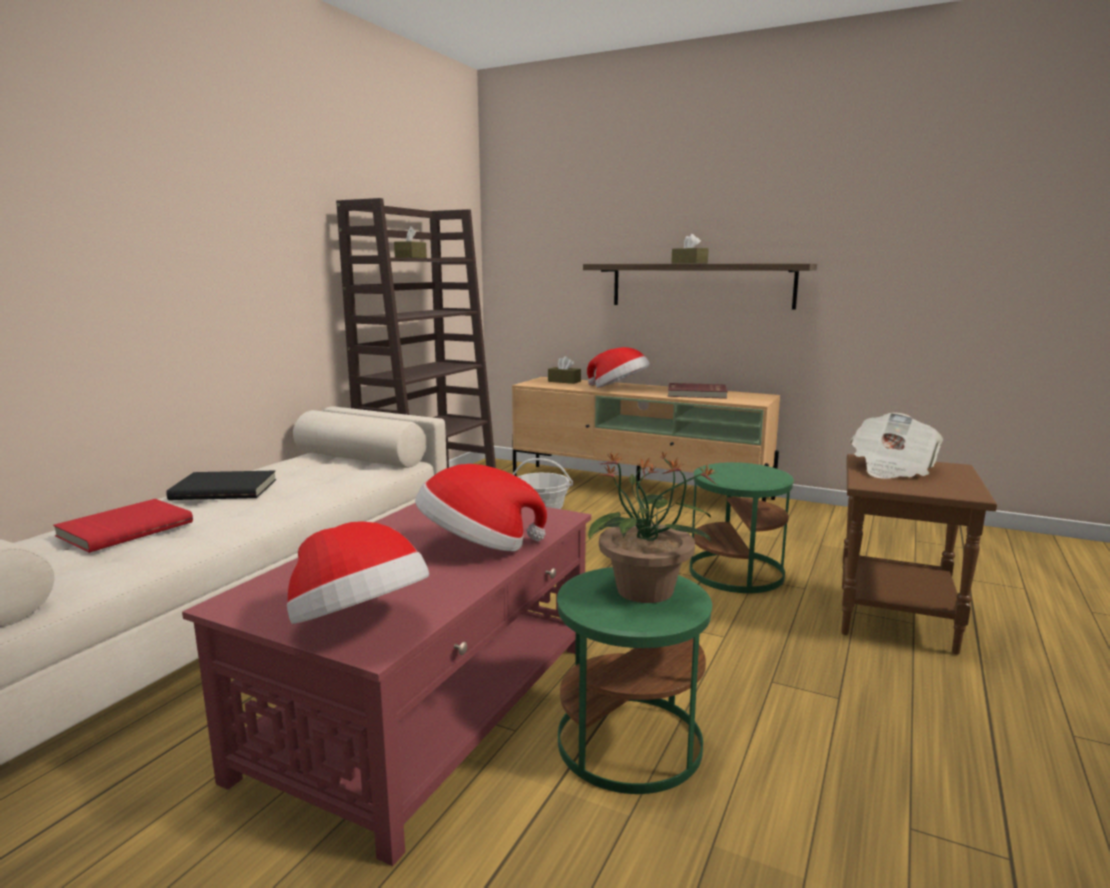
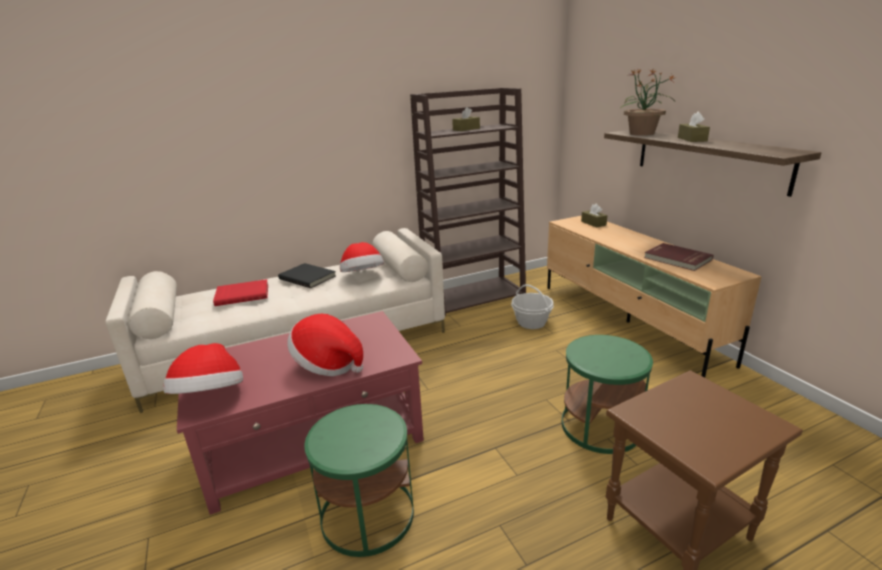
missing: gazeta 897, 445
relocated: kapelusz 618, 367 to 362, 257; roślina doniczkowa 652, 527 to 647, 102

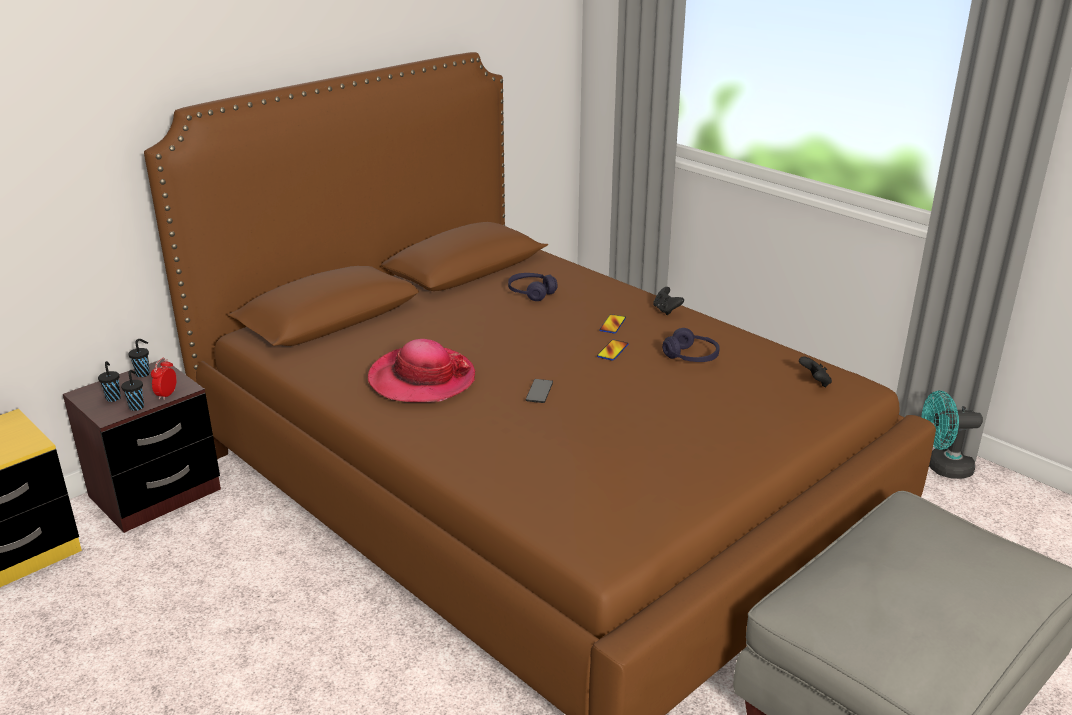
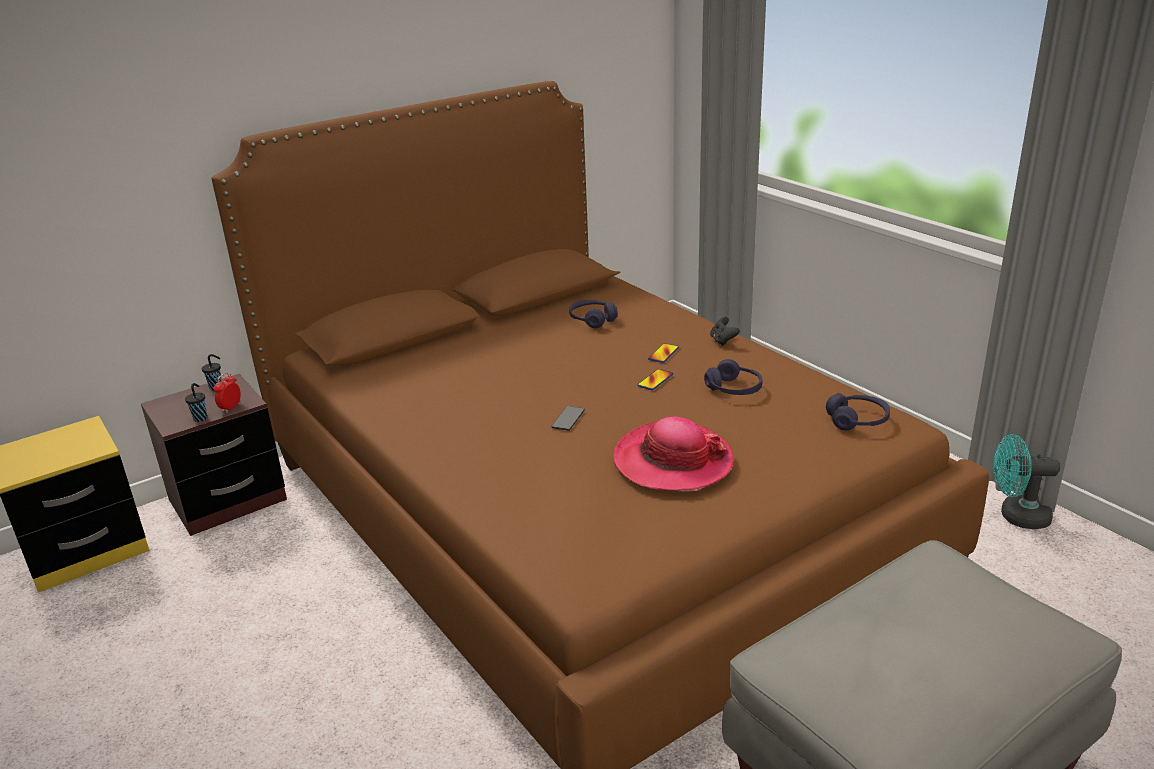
missing: filiżanka/czarny 109, 381
relocated: kapelusz 421, 370 to 673, 454
exchanged: pad do gier/czarny 815, 371 to słuchawki/fioletowy 858, 411

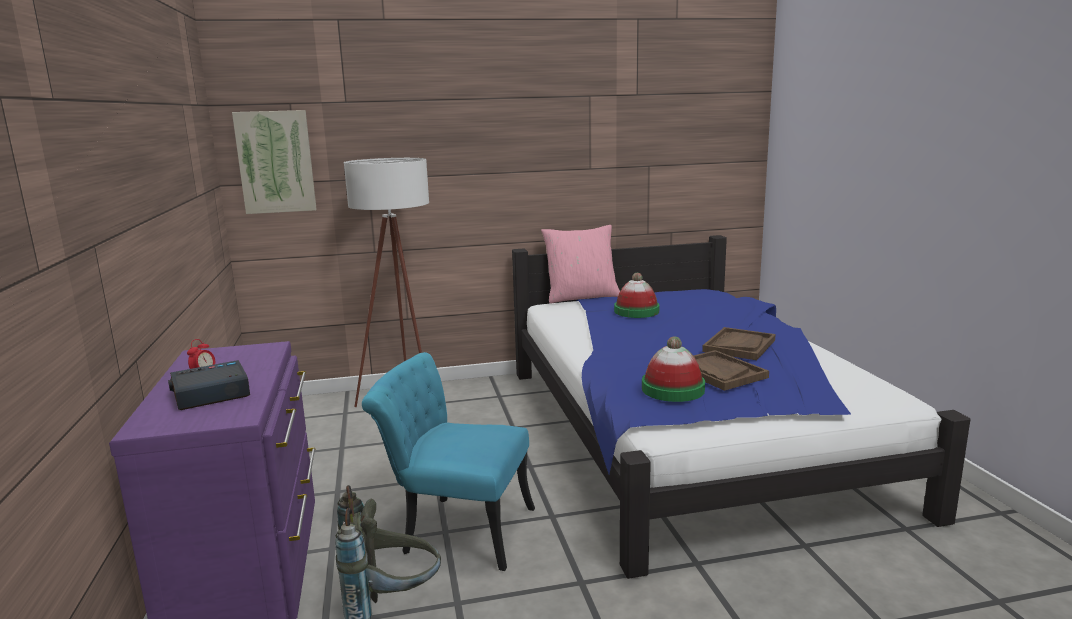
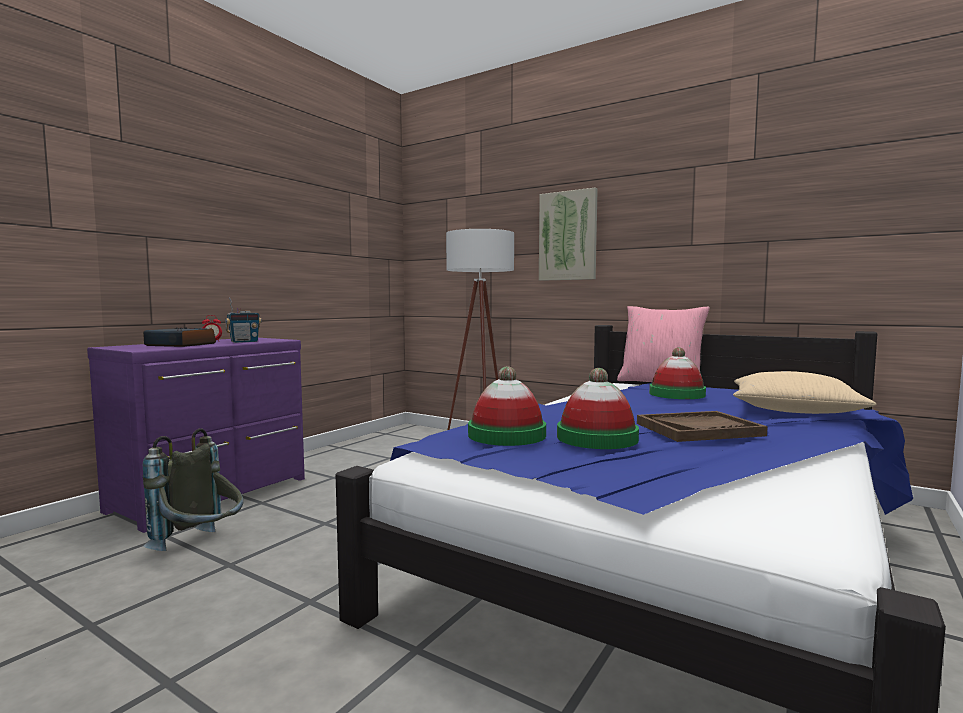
missing: krzesło/turkusowy 448, 461
appeared: radio 243, 320; poduszka/beżowy 805, 392
relocated: obraz 274, 162 to 568, 234
exchanged: taca/brązowy 731, 370 to kapelusz 598, 408

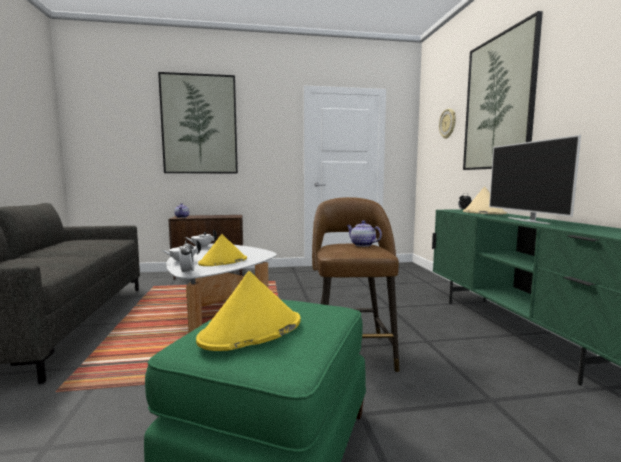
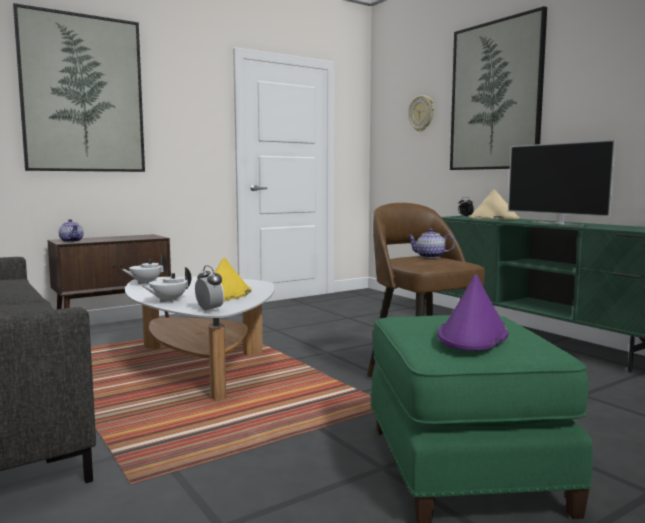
colour: kapelusz/żółty 248, 311 to kapelusz/fioletowy 473, 312

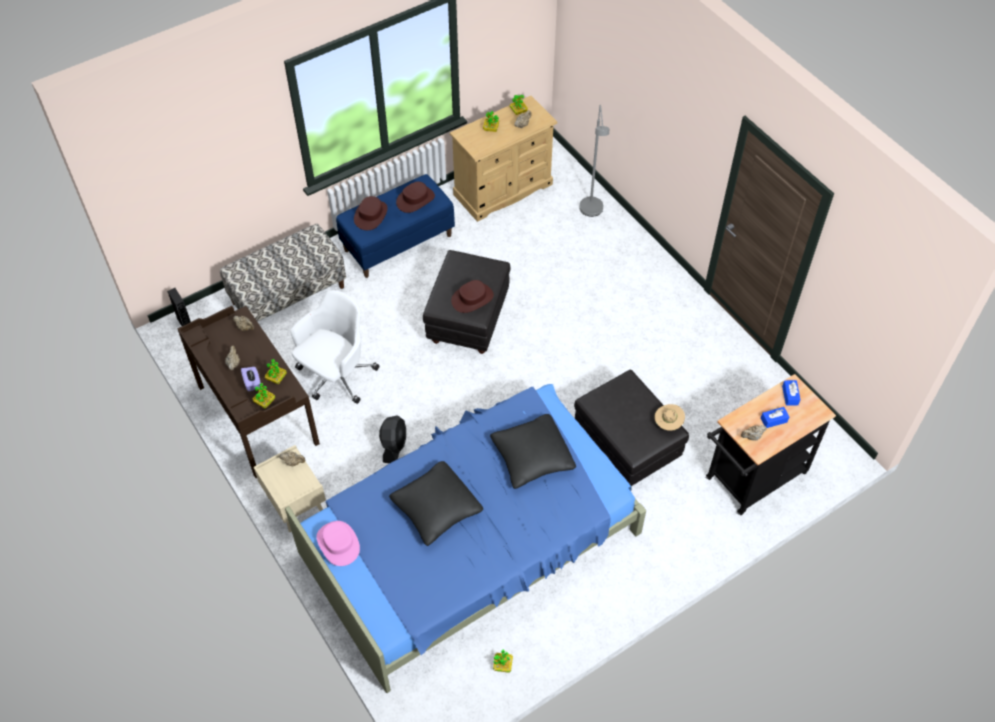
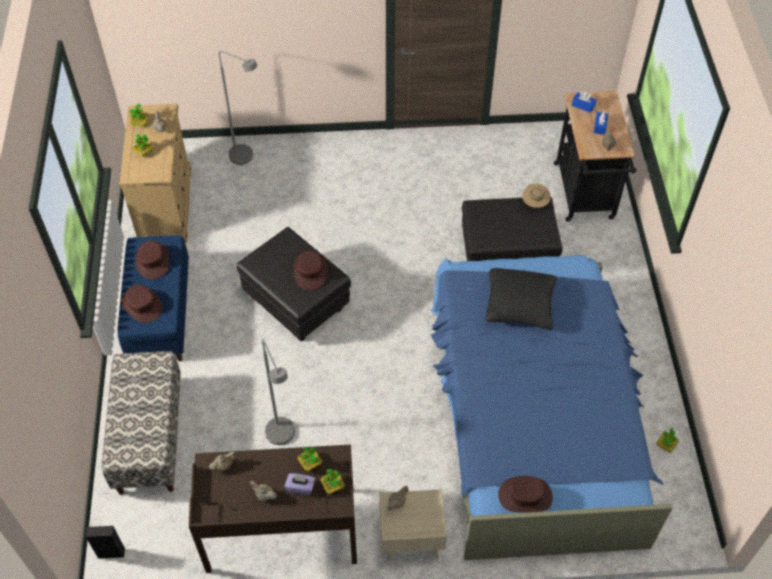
missing: wentylator/czarny 392, 439; poduszka/czarny 436, 503
exchanged: krzesło biurowe/biały 335, 347 to lampa stojąca/szary 278, 392
colour: kapelusz/różowy 338, 543 to kapelusz/brązowy 525, 494

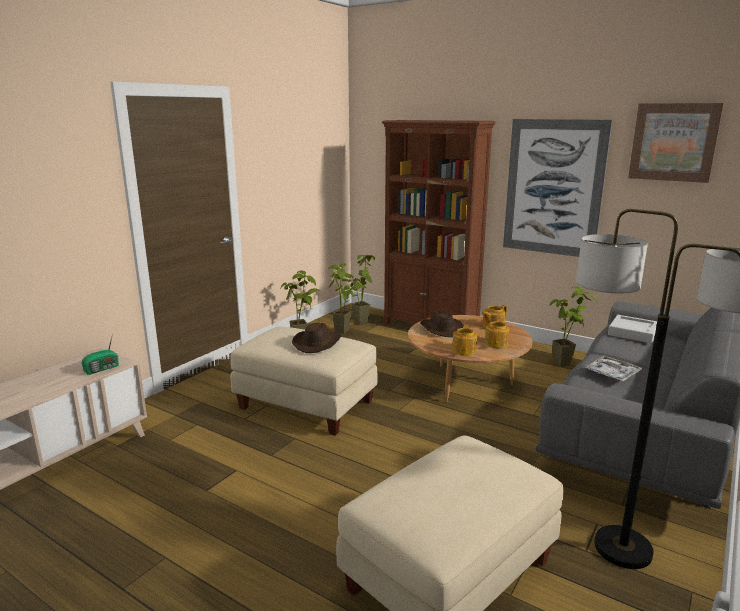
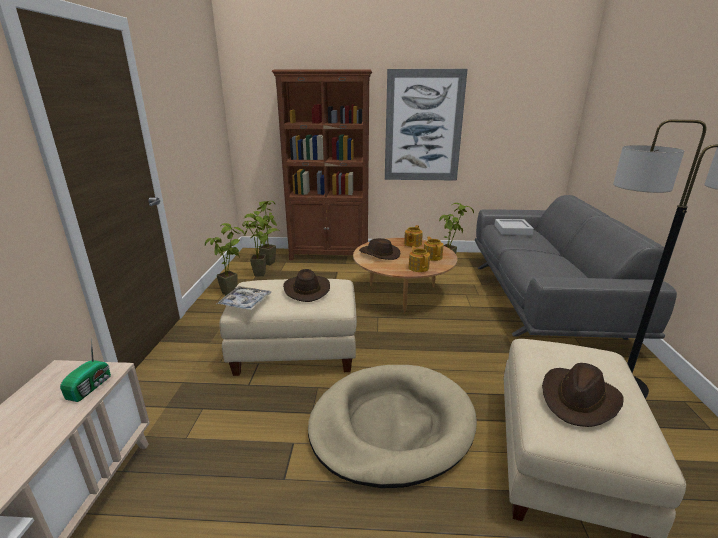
missing: obraz 676, 143
appeared: legowisko/beżowy 392, 426; kapelusz/brązowy 583, 395
relocated: taca 612, 368 to 244, 298

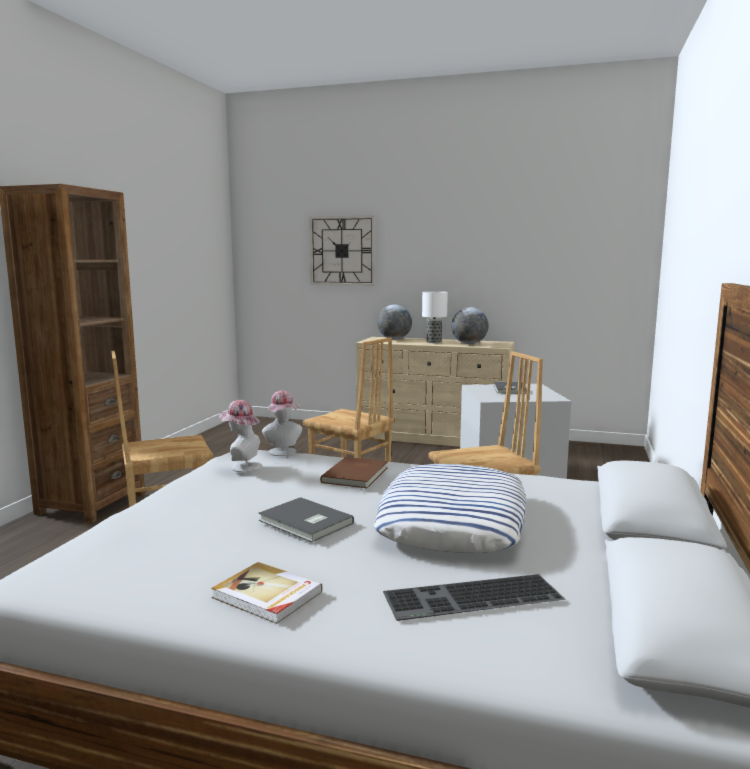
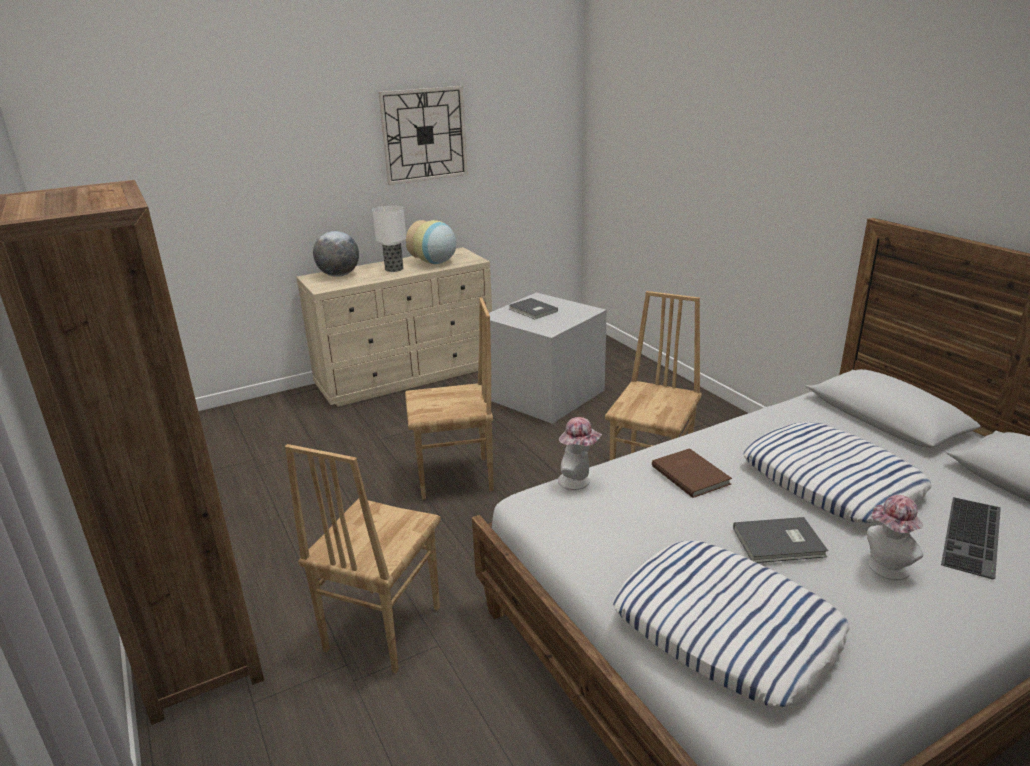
missing: książka 267, 593
appeared: poduszka 731, 623
relocated: zegar ścienny 342, 250 to 423, 135; kapelusz 240, 436 to 895, 537
exchanged: globus 470, 325 to wazon 431, 242

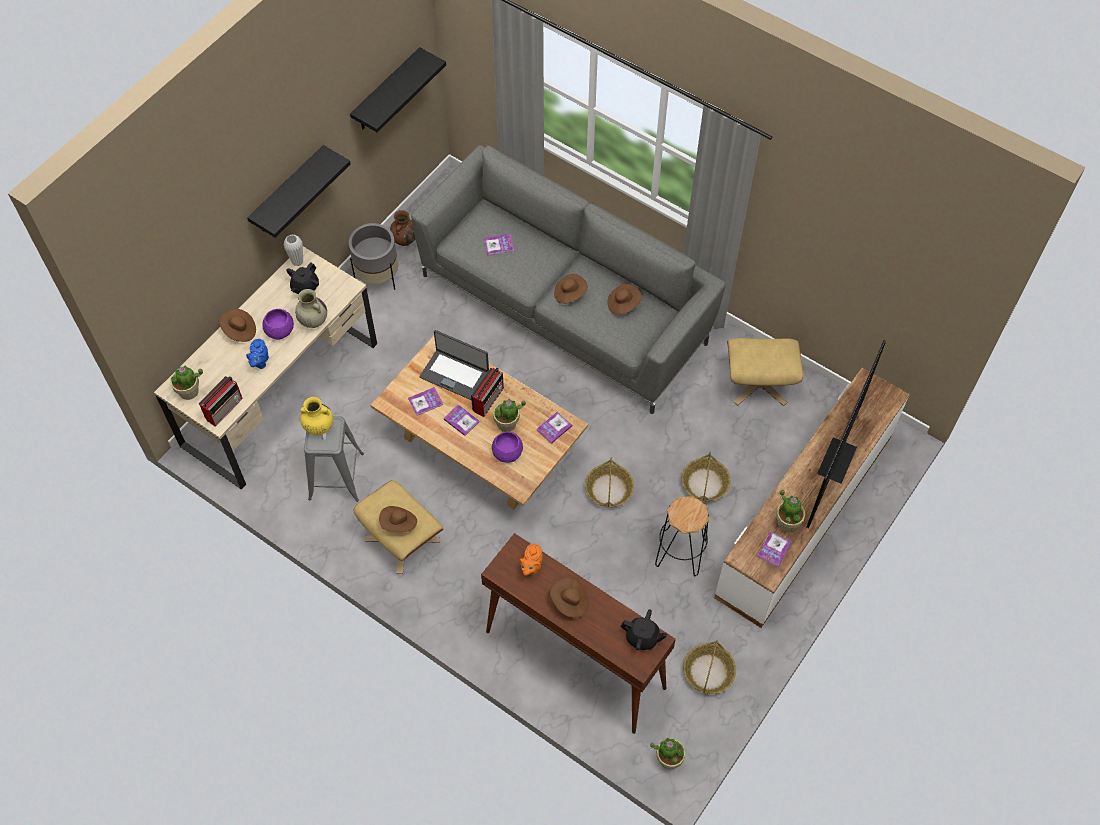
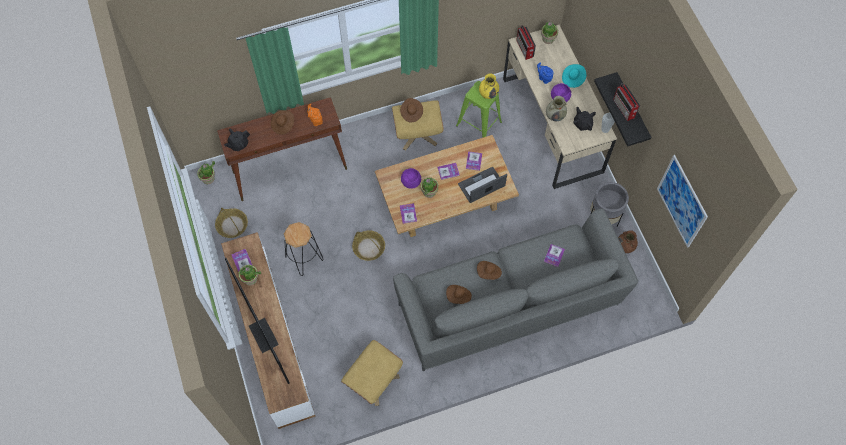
missing: koszyk 706, 476
relocated: radio 487, 392 to 626, 102
exchanged: półka/czarny 398, 90 to obraz 682, 201
colour: stołek/szary 334, 459 to stołek/zielony 479, 109; kapelusz/brązowy 237, 325 to kapelusz/turkusowy 574, 76

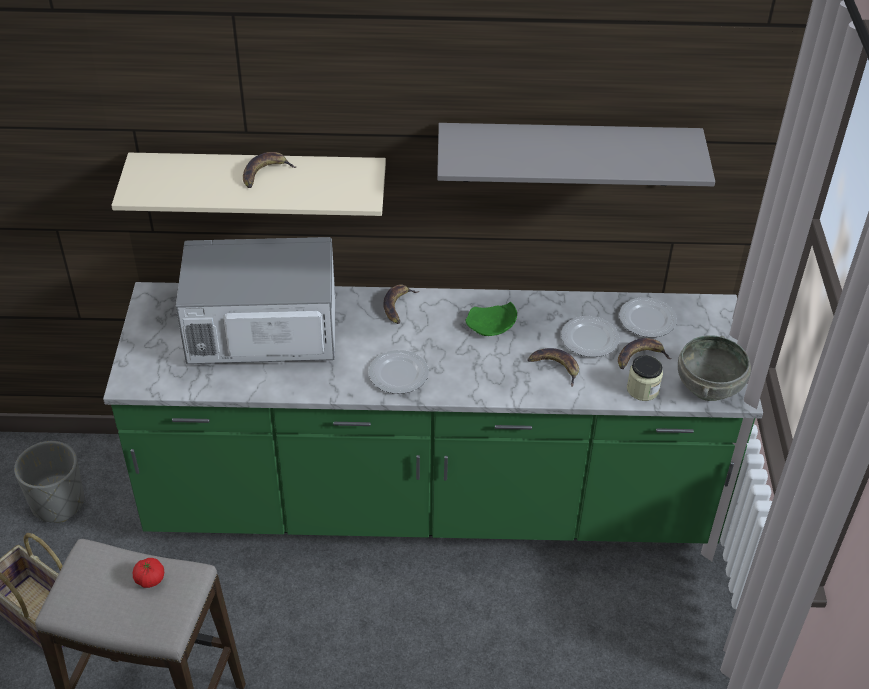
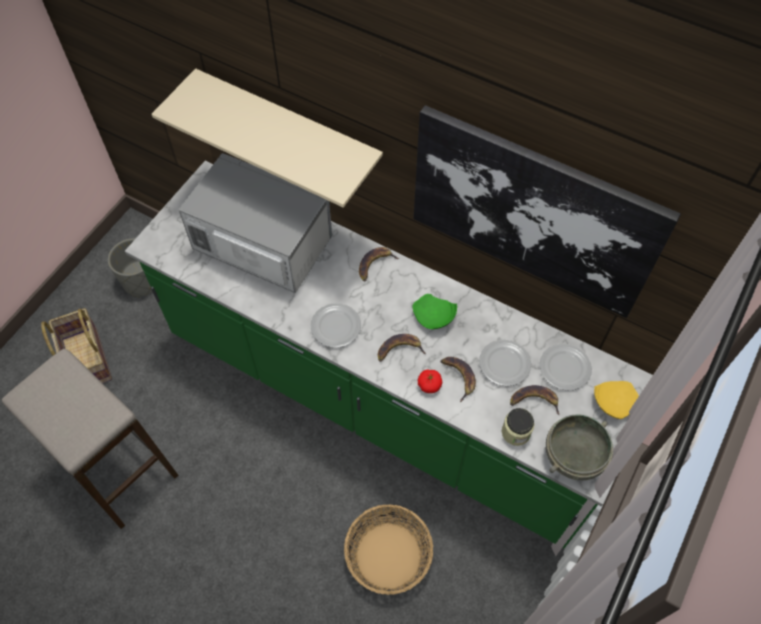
appeared: koszyk 388, 549; talerz/żółty 616, 400
relocated: banan 269, 170 to 402, 348; pomidor 148, 573 to 430, 381
exchanged: półka/szary 576, 154 to obraz 547, 211

